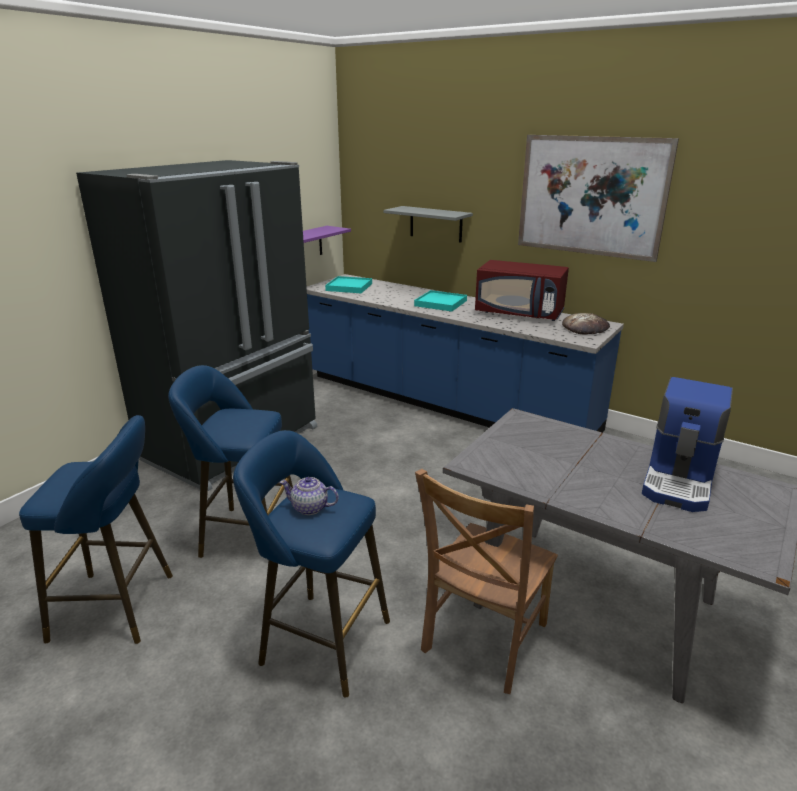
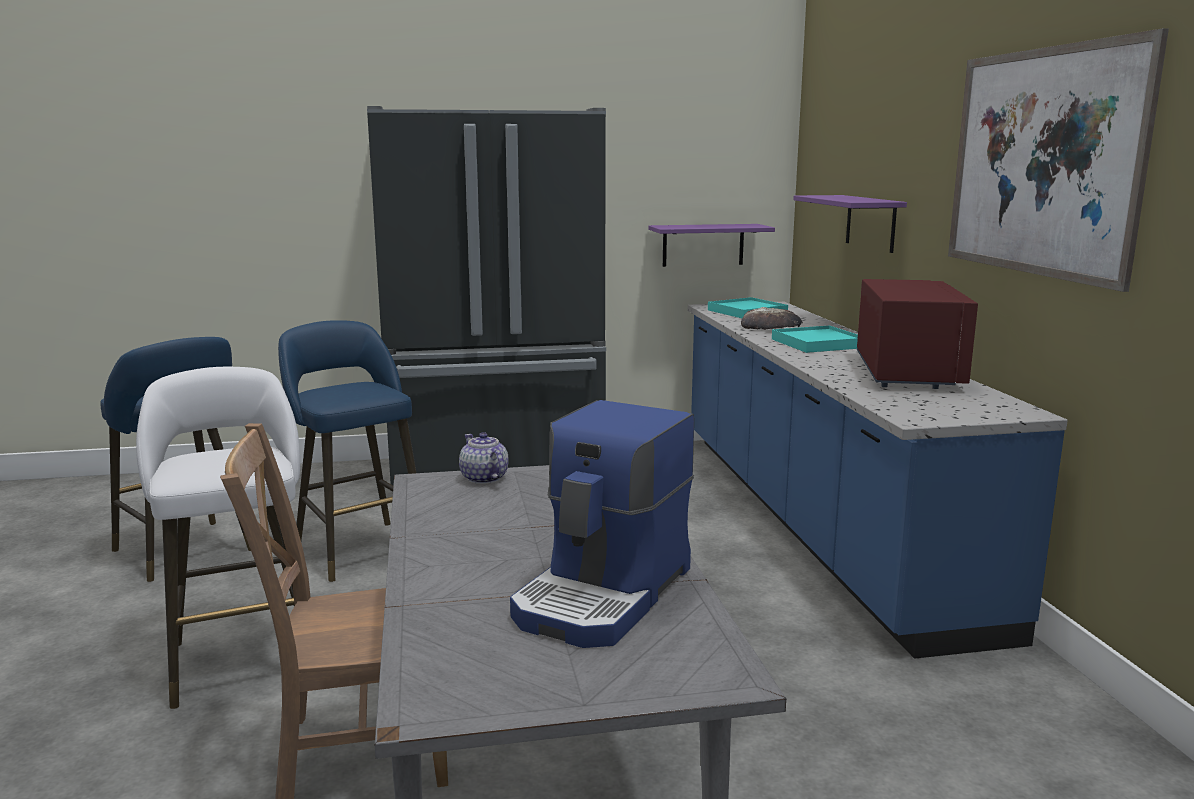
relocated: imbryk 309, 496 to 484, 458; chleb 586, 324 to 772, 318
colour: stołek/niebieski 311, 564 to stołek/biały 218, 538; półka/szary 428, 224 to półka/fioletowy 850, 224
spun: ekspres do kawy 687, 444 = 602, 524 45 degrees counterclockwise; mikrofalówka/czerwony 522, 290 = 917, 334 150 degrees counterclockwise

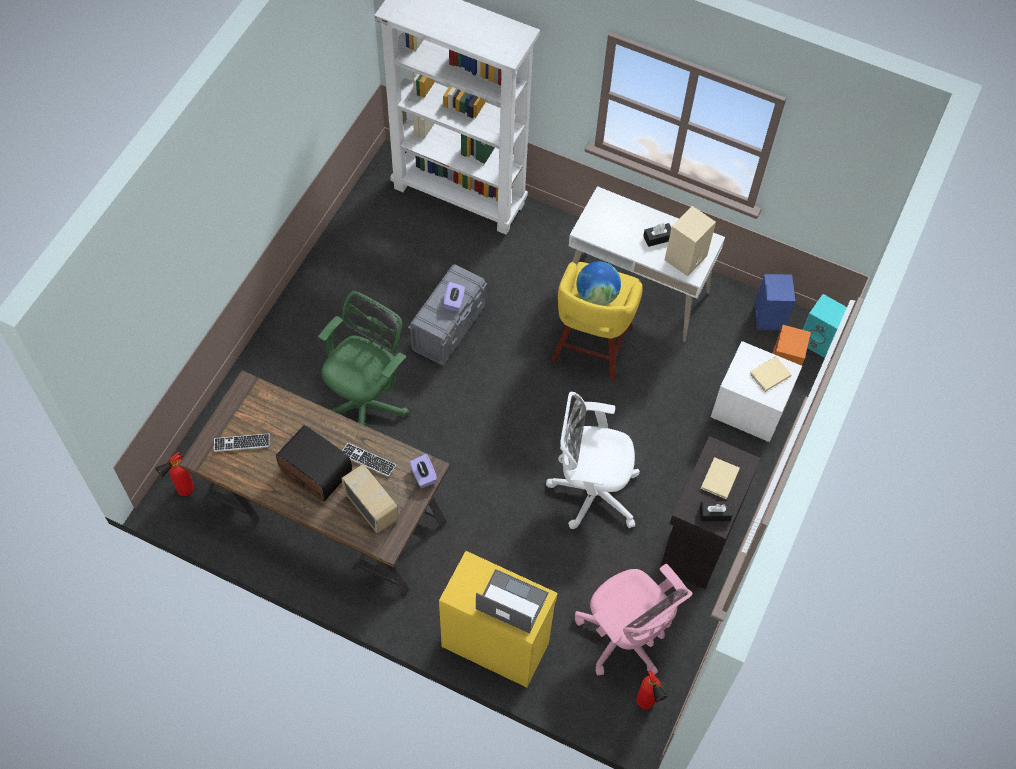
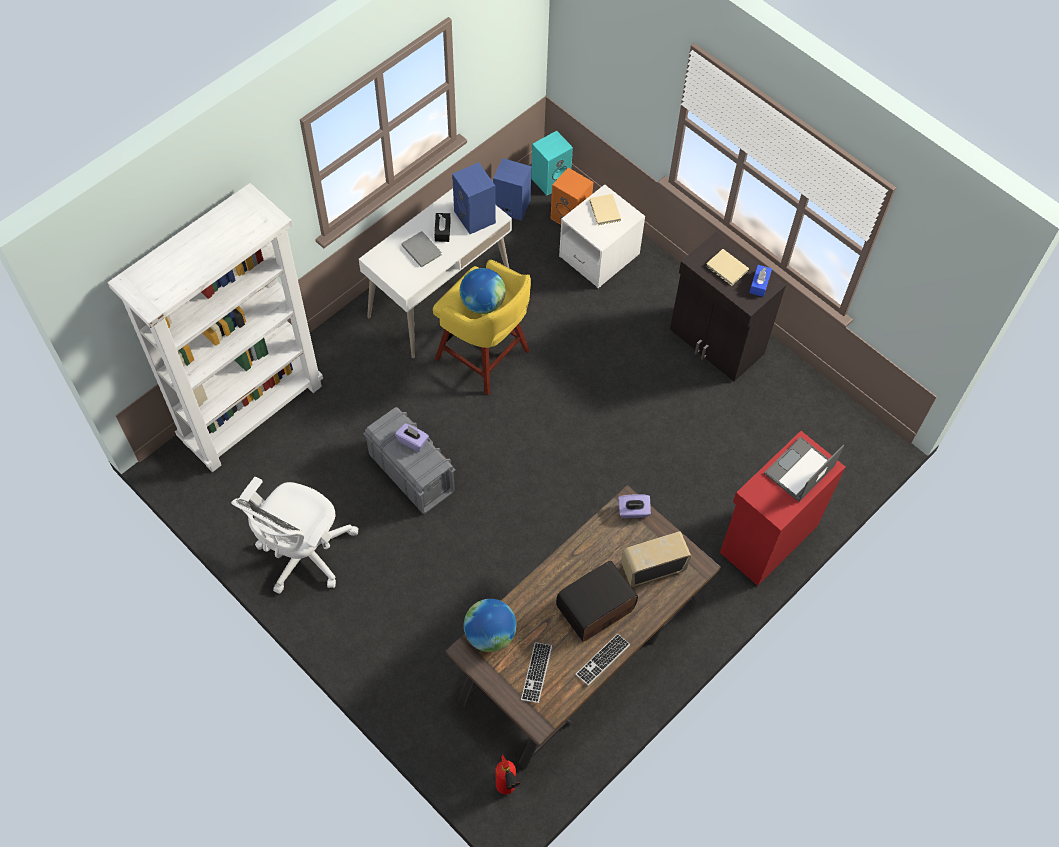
missing: krzesło biurowe/zielony 363, 358; krzesło biurowe/różowy 633, 620; gaśnica 651, 689
appeared: książka/szary 421, 249; globus 490, 625
relocated: krzesło biurowe/biały 593, 460 to 294, 535; klawiatura 369, 460 to 602, 659
colour: głośnik/beżowy 690, 241 to głośnik/niebieski 474, 198; szafka/żółty 498, 619 to szafka/czerwony 782, 508; pudełko chusteczek/czarny 716, 511 to pudełko chusteczek/niebieski 760, 281

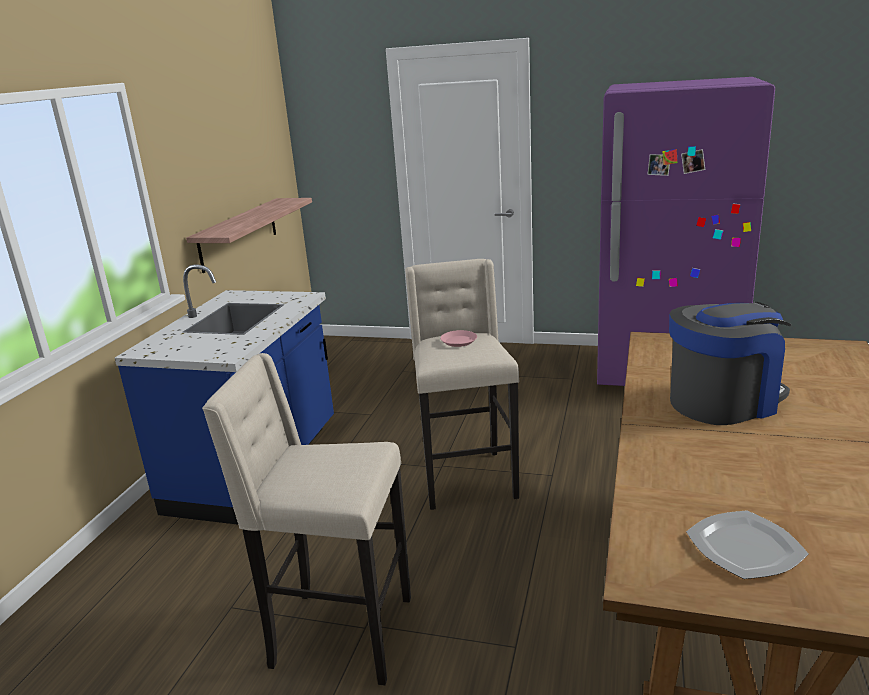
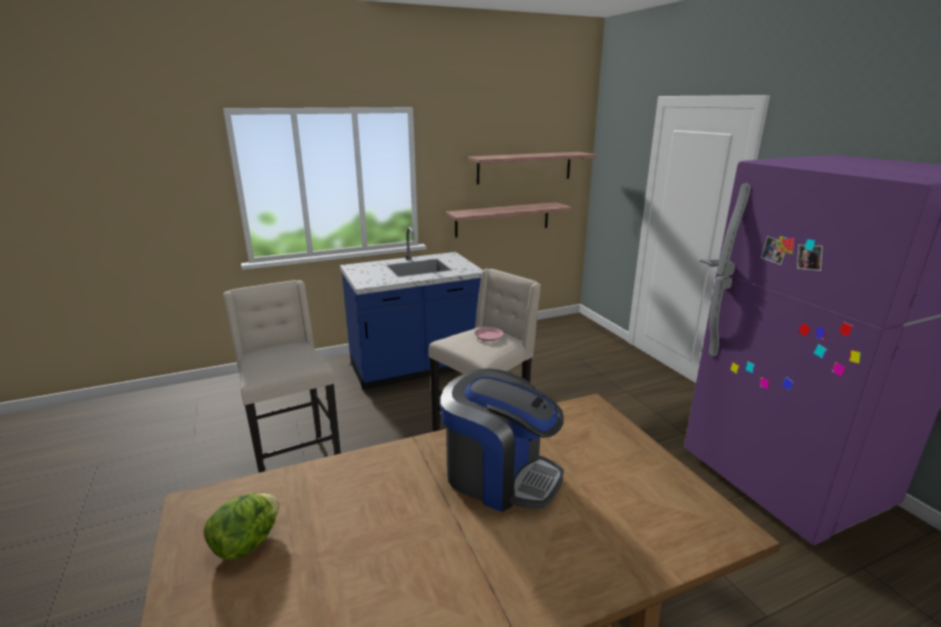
appeared: półka 531, 168
exchanged: talerz 747, 544 to sałata 241, 526

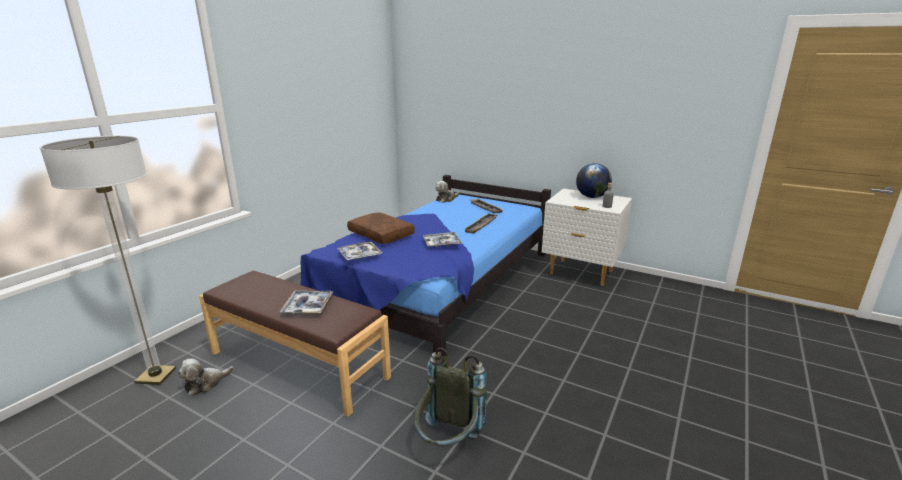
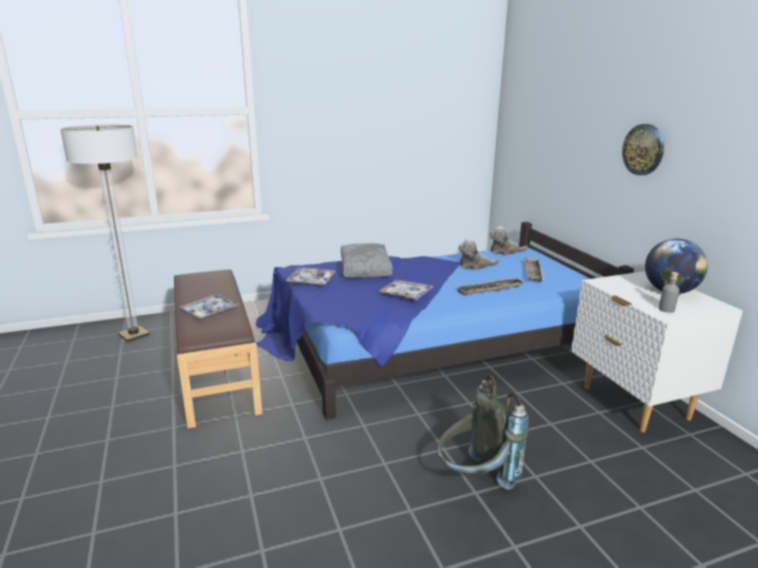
appeared: zegar ścienny 643, 149
relocated: plecak/szary 451, 397 to 483, 432; pluszak 206, 377 to 479, 254
colour: poduszka/brązowy 381, 228 to poduszka/szary 367, 260

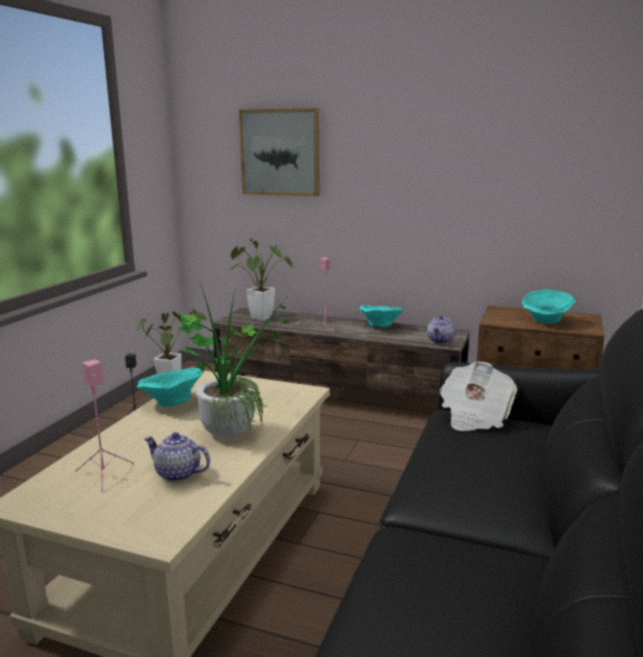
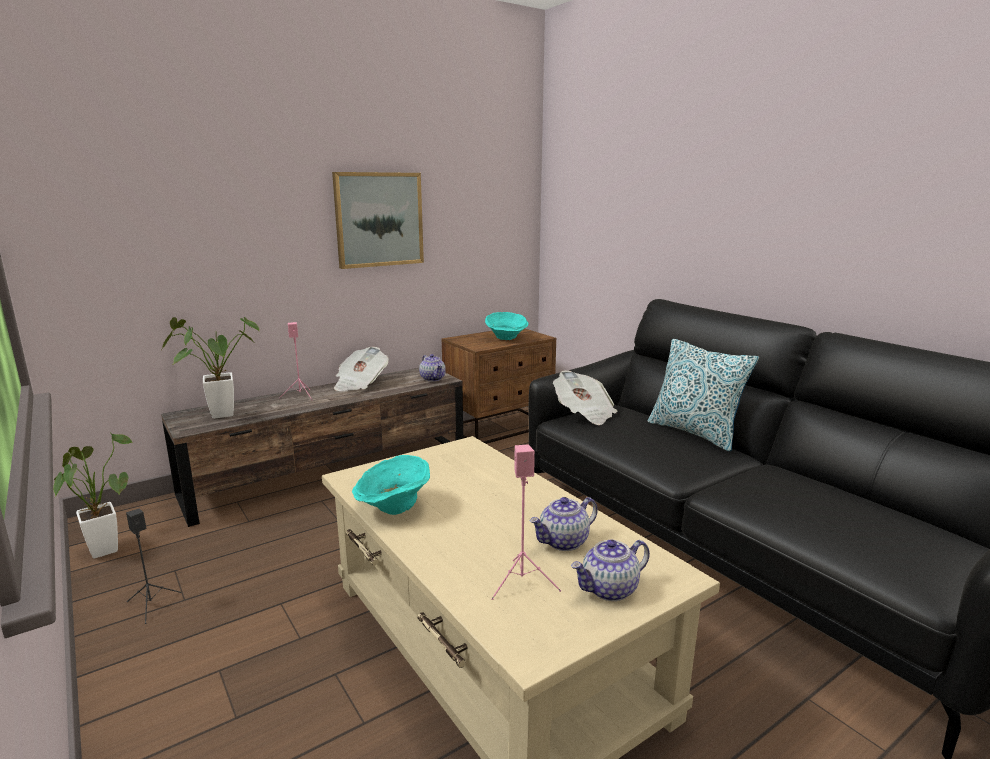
missing: roślina doniczkowa 234, 360
appeared: imbryk 610, 570; poduszka 703, 395
relocated: obraz 279, 152 to 378, 220
exchanged: miska/turkusowy 381, 316 to gazeta 361, 369

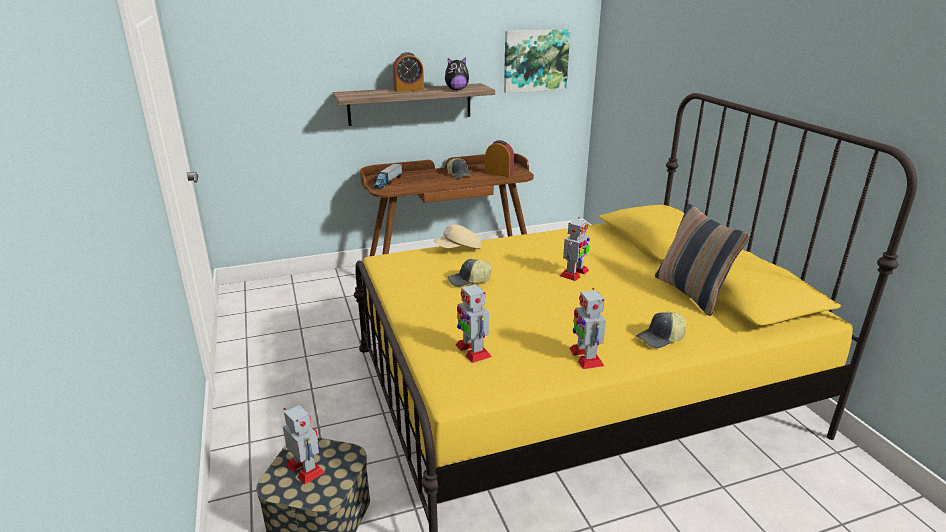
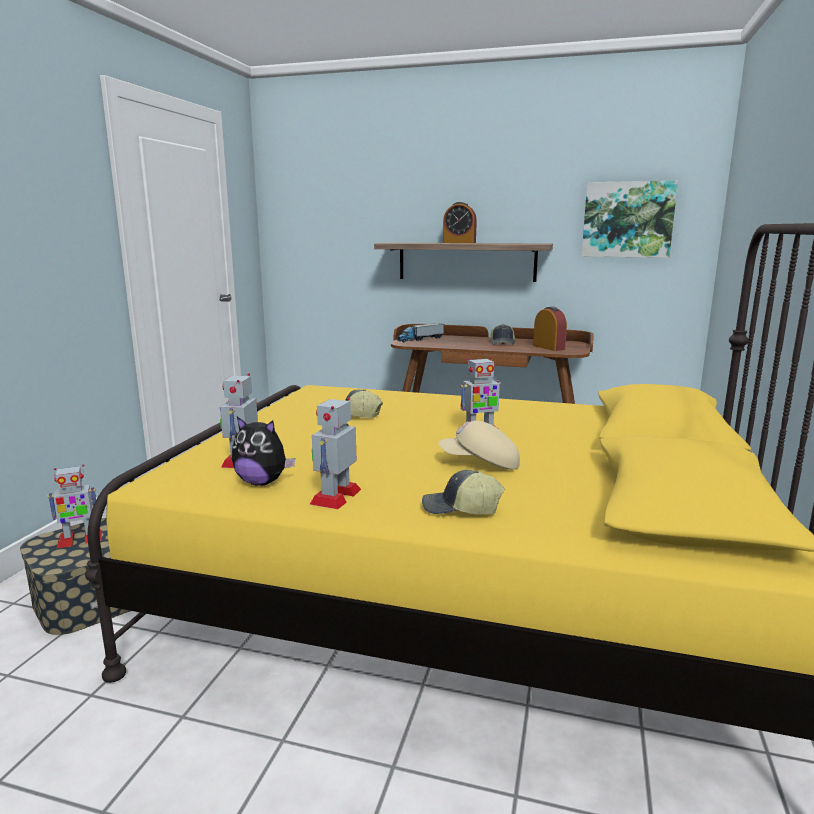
missing: poduszka 702, 260
relocated: pluszak 457, 73 to 263, 451; czapka z daszkiem/beżowy 457, 236 to 479, 445
spun: robot zabawkowy 304, 445 = 75, 506 75 degrees clockwise

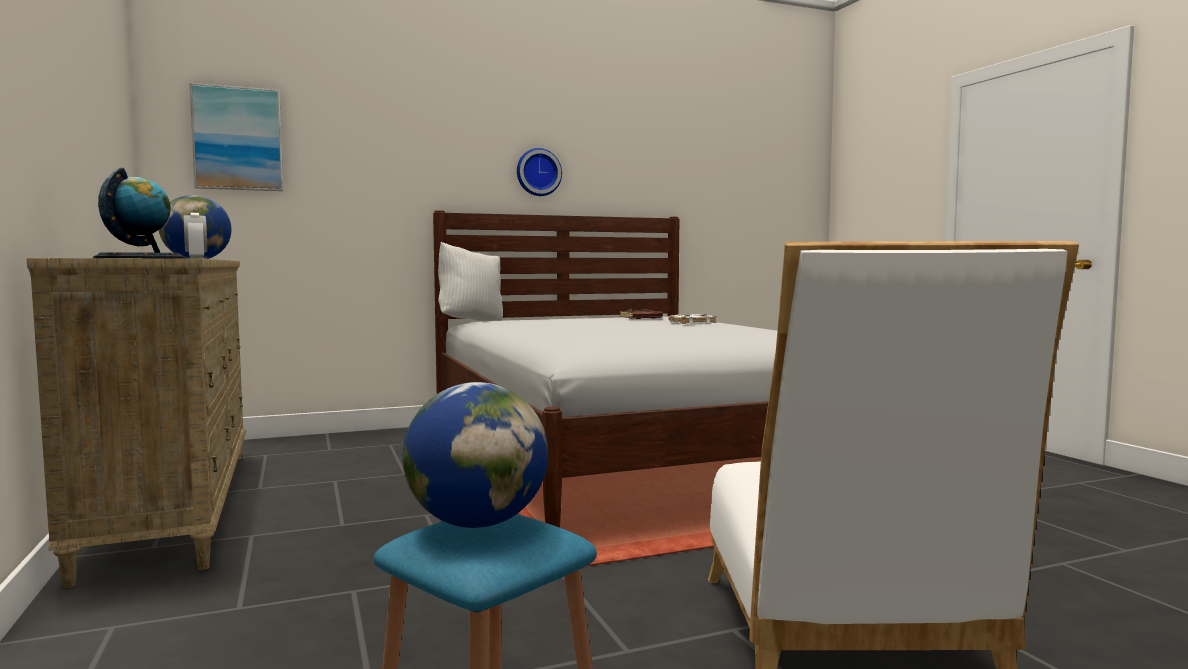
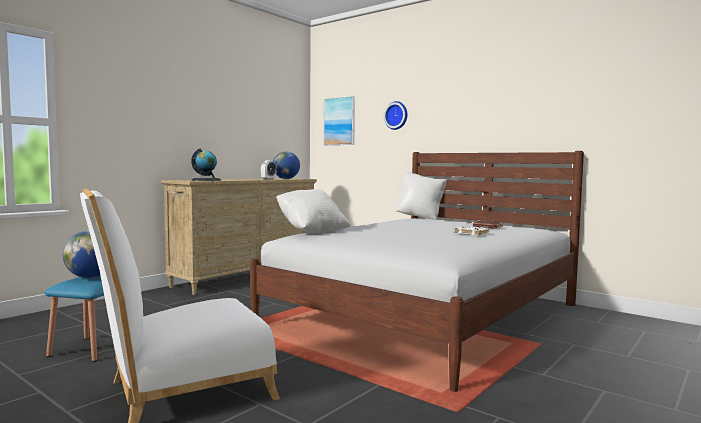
appeared: poduszka/biały 313, 211
relocated: zegar ścienny 539, 172 to 395, 115

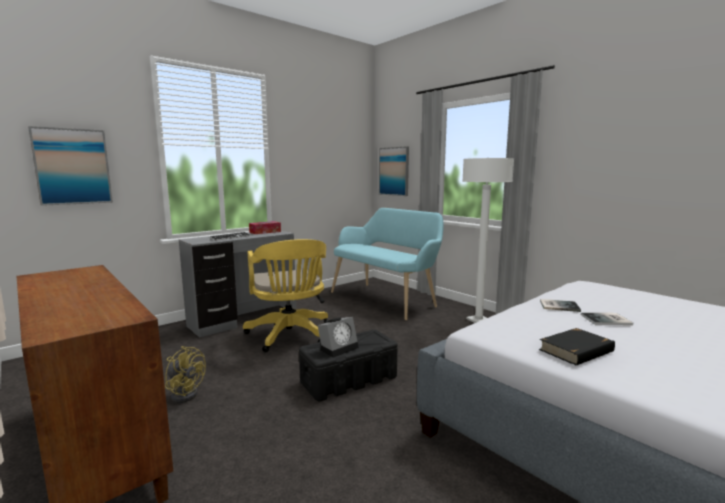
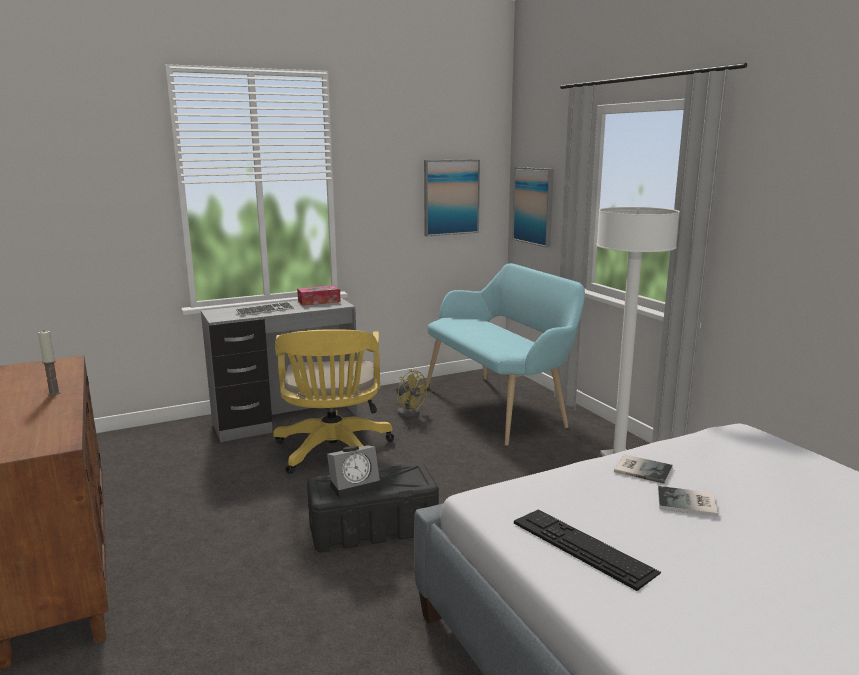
appeared: świeca 49, 363
relocated: wentylator/żółty 185, 374 to 411, 393; obraz 70, 166 to 452, 197
exchanged: książka/czarny 577, 346 to klawiatura 587, 550

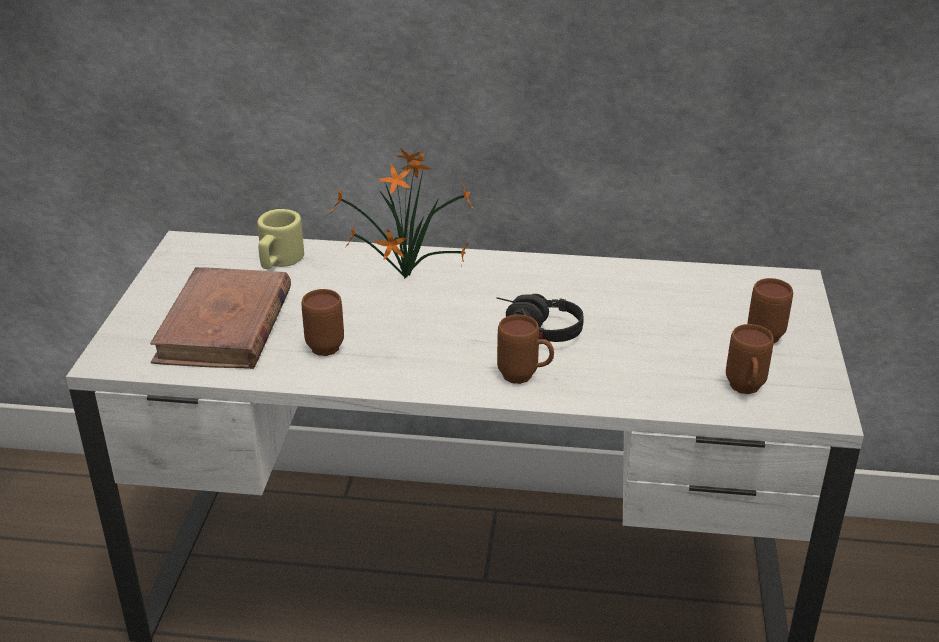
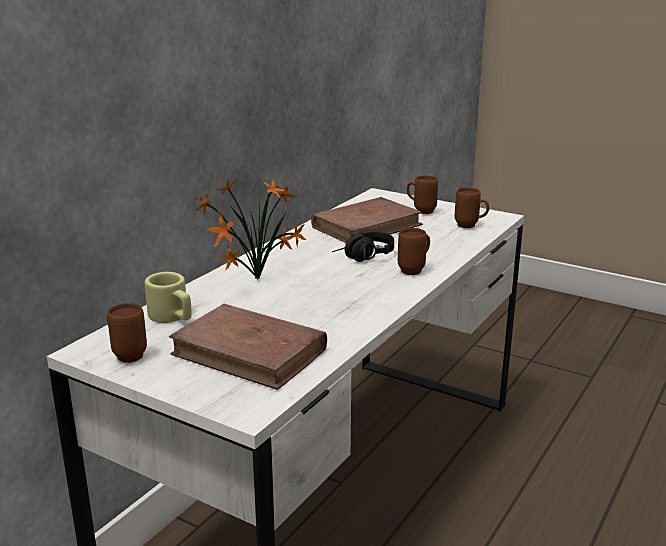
appeared: książka/brązowy 367, 220
relocated: kubek/brązowy 323, 322 to 127, 333

